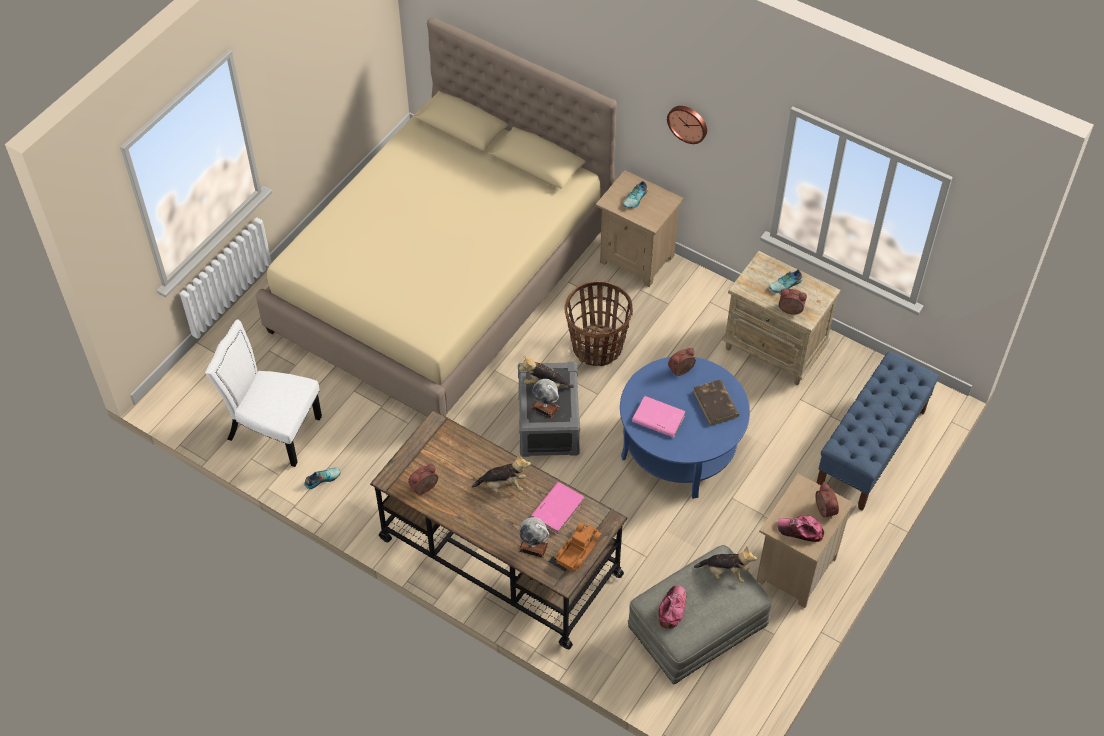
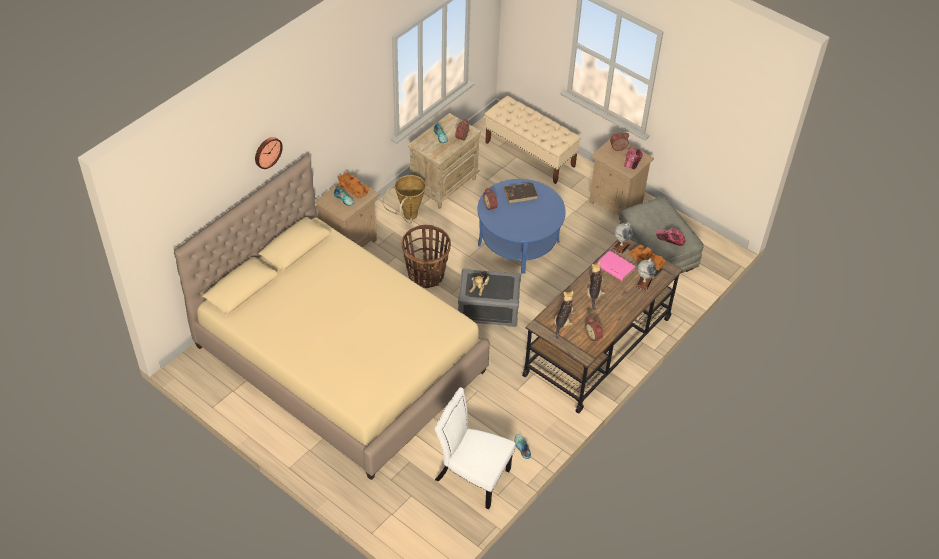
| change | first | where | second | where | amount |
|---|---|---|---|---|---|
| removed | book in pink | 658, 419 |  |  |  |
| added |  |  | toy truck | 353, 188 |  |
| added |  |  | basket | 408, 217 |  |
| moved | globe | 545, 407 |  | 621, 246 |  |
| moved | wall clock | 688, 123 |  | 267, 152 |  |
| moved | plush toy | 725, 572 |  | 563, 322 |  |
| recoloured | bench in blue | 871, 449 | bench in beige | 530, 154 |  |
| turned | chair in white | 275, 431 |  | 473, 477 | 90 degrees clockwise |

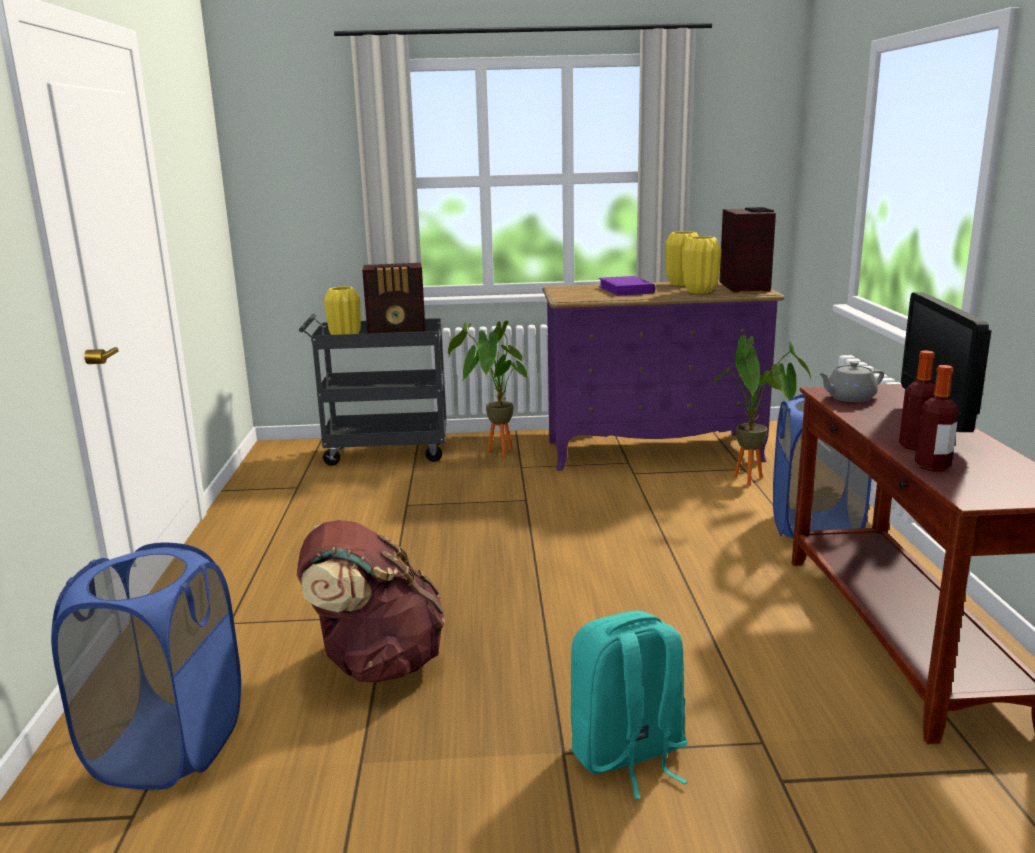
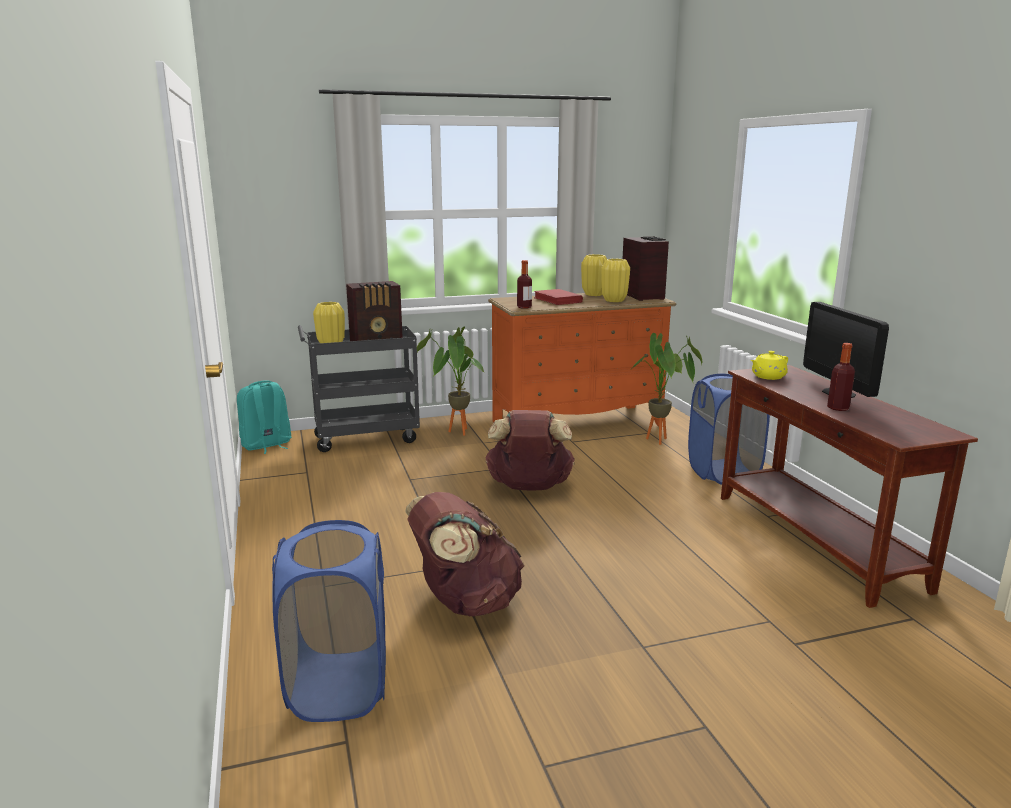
| change | first | where | second | where | amount |
|---|---|---|---|---|---|
| added |  |  | backpack in brown | 529, 487 |  |
| moved | backpack in turquoise | 628, 755 |  | 266, 445 |  |
| moved | bottle | 932, 466 |  | 524, 307 |  |
| recoloured | dresser in purple | 654, 452 | dresser in orange | 577, 424 |  |
| recoloured | book in purple | 626, 290 | book in red | 557, 300 |  |
| recoloured | teapot in grey | 849, 398 | teapot in yellow | 767, 377 |  |

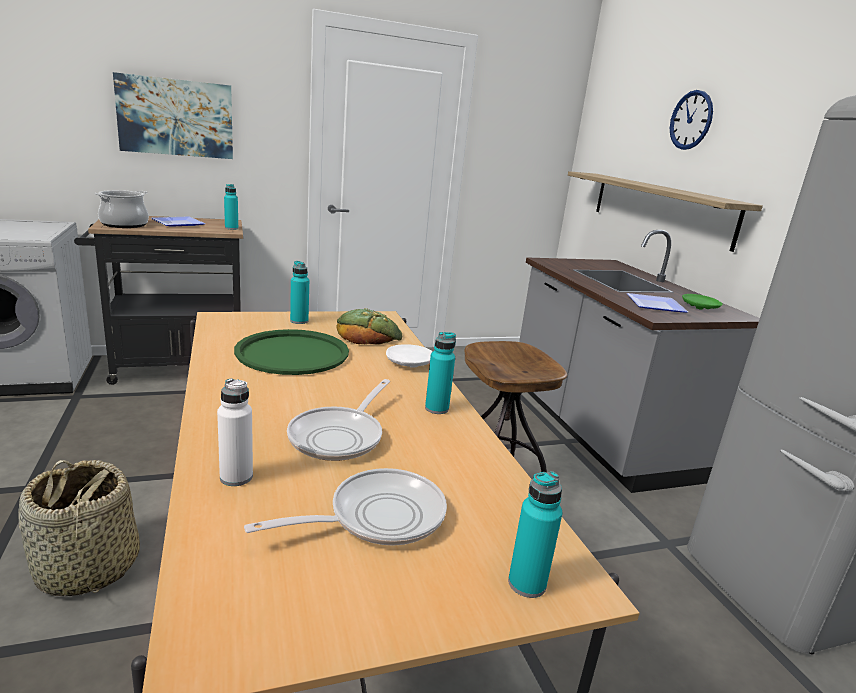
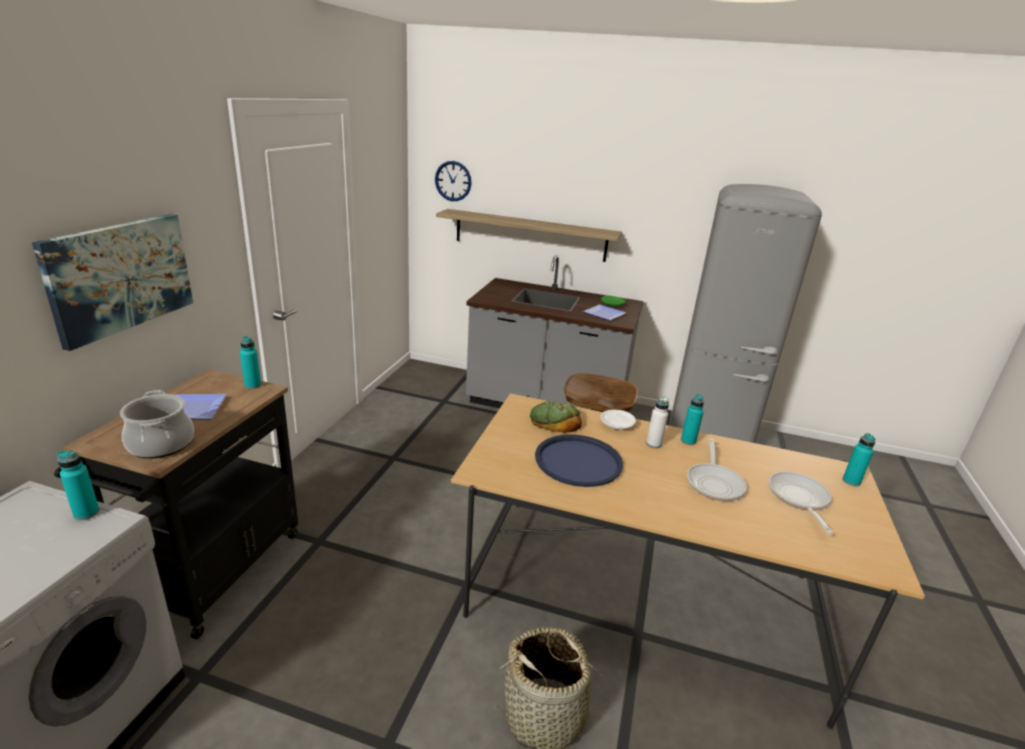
| change | first | where | second | where | amount |
|---|---|---|---|---|---|
| moved | bottle in white | 236, 477 |  | 653, 444 |  |
| moved | bottle in turquoise | 299, 321 |  | 86, 513 |  |
| moved | wall clock | 691, 120 |  | 453, 181 |  |
| recoloured | tray in green | 292, 353 | tray in blue | 578, 461 |  |
| turned | frying pan | 340, 436 |  | 714, 483 | 45 degrees clockwise |

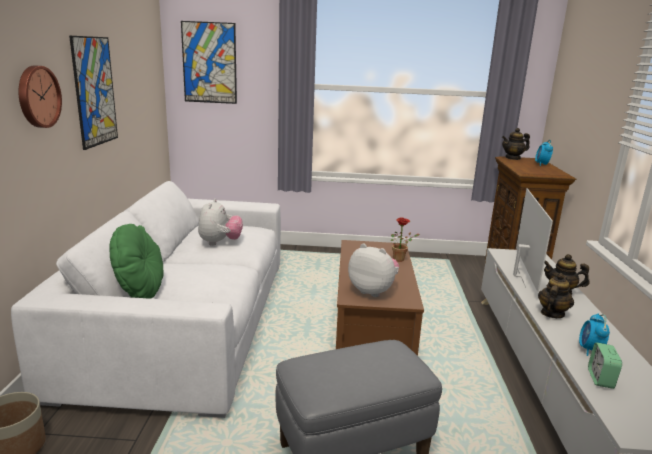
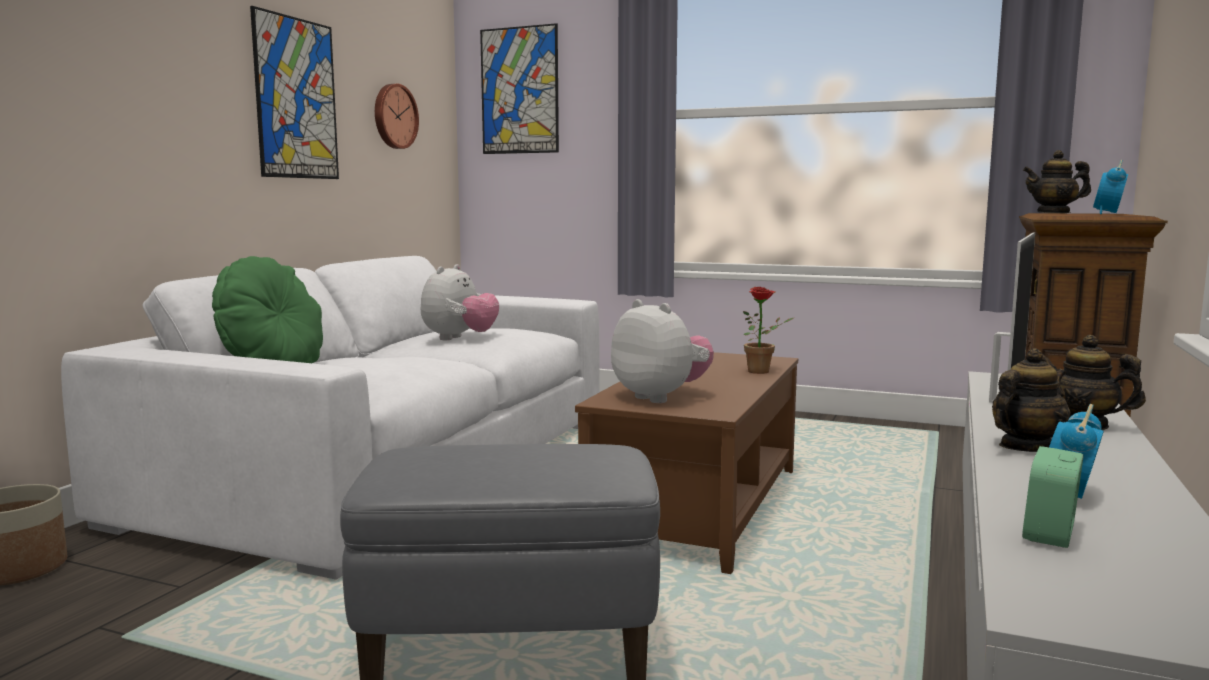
| change | first | where | second | where | amount |
|---|---|---|---|---|---|
| moved | wall clock | 37, 96 |  | 394, 116 |  |

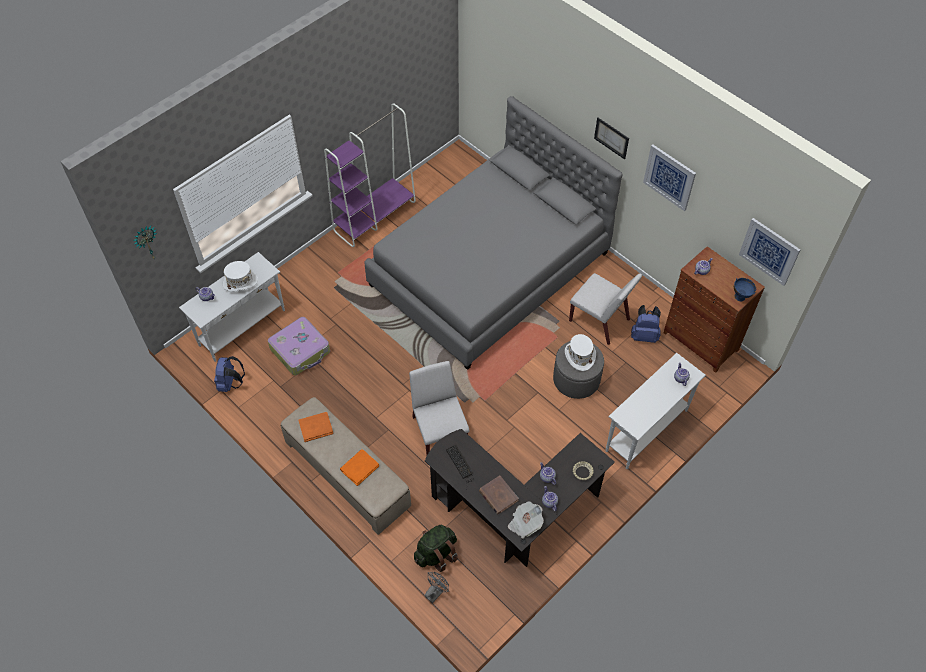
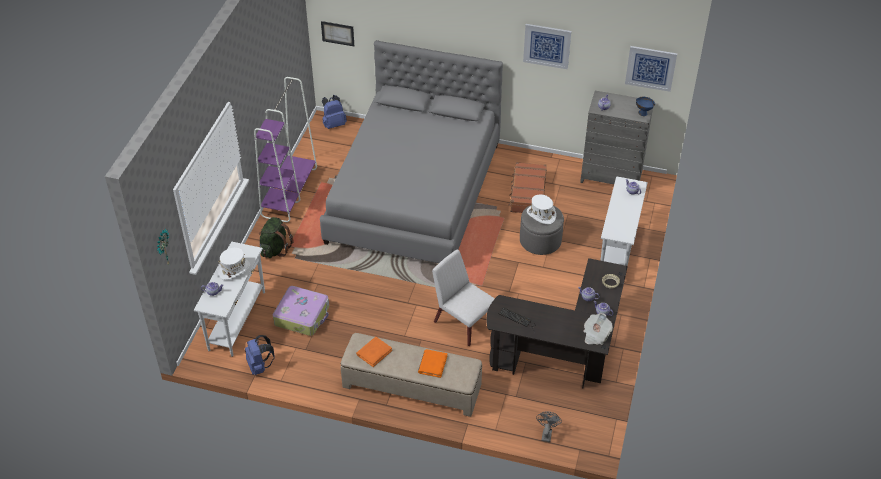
| change | first | where | second | where | amount |
|---|---|---|---|---|---|
| removed | book in brown | 498, 496 |  |  |  |
| moved | backpack in green | 436, 554 |  | 275, 249 |  |
| moved | picture | 611, 138 |  | 337, 33 |  |
| moved | backpack in blue | 644, 335 |  | 334, 124 |  |
| replaced | chair in white | 600, 320 | suitcase in brown | 527, 193 |  |
| recoloured | dresser in brown | 700, 343 | dresser in grey | 611, 178 |  |

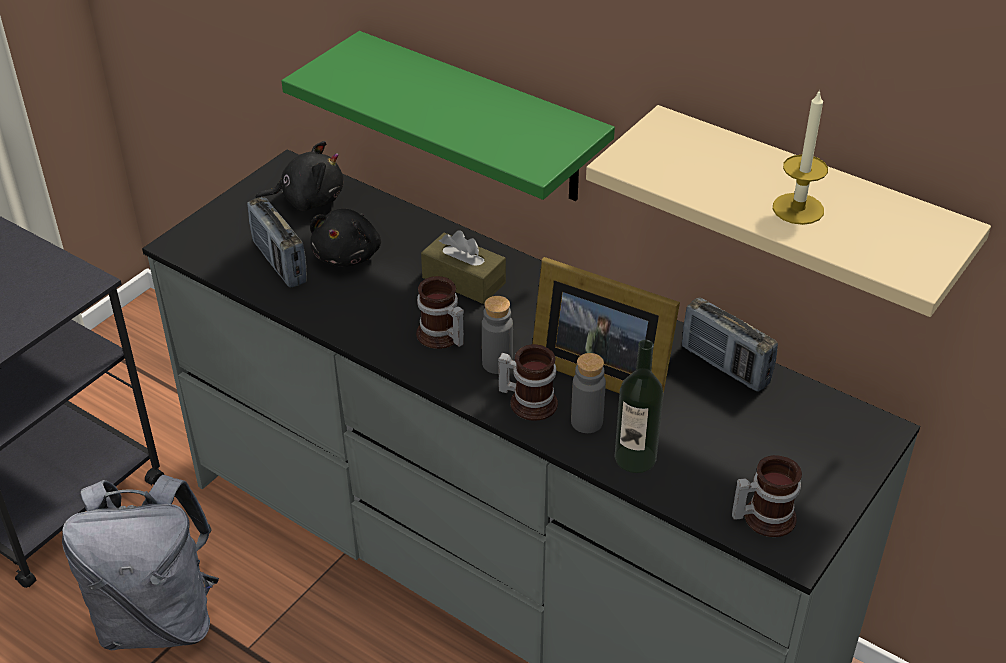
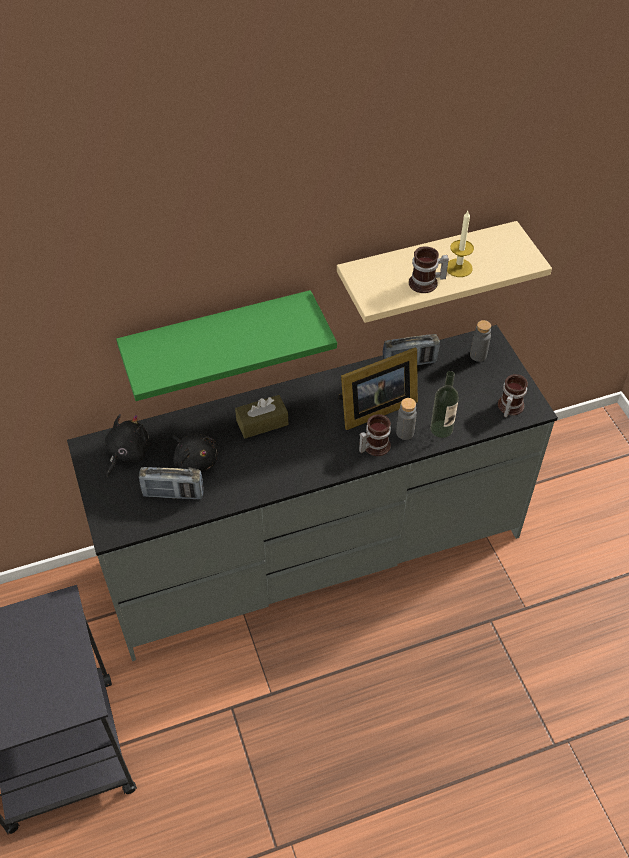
| change | first | where | second | where | amount |
|---|---|---|---|---|---|
| removed | backpack in grey | 159, 619 |  |  |  |
| moved | mug | 440, 337 |  | 426, 284 |  |
| moved | bottle in grey | 497, 363 |  | 478, 355 |  |

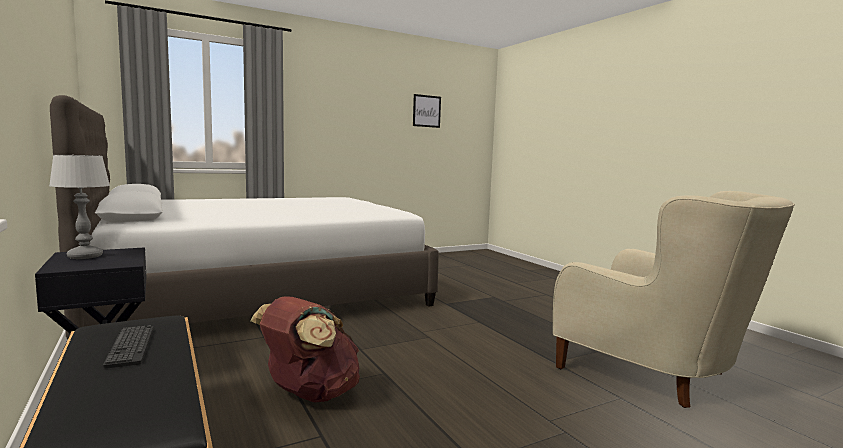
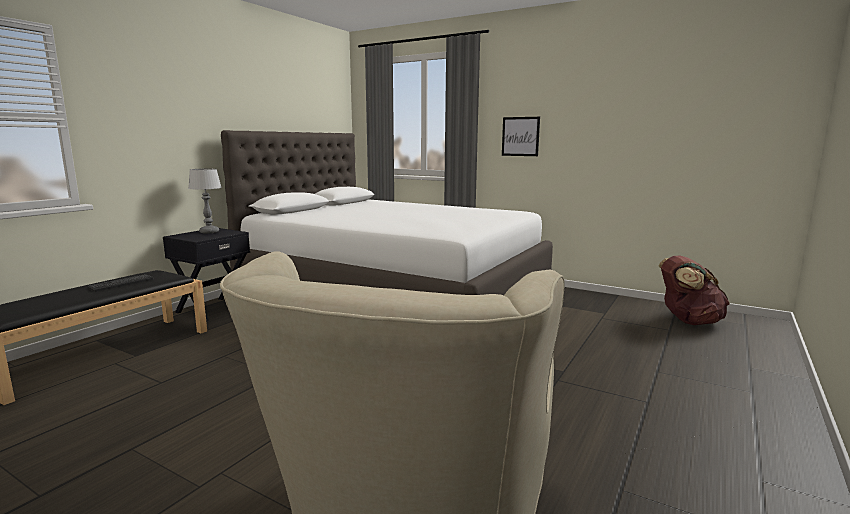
| change | first | where | second | where | amount |
|---|---|---|---|---|---|
| moved | backpack in brown | 310, 394 |  | 688, 321 |  |
| moved | picture | 426, 111 |  | 520, 136 |  |

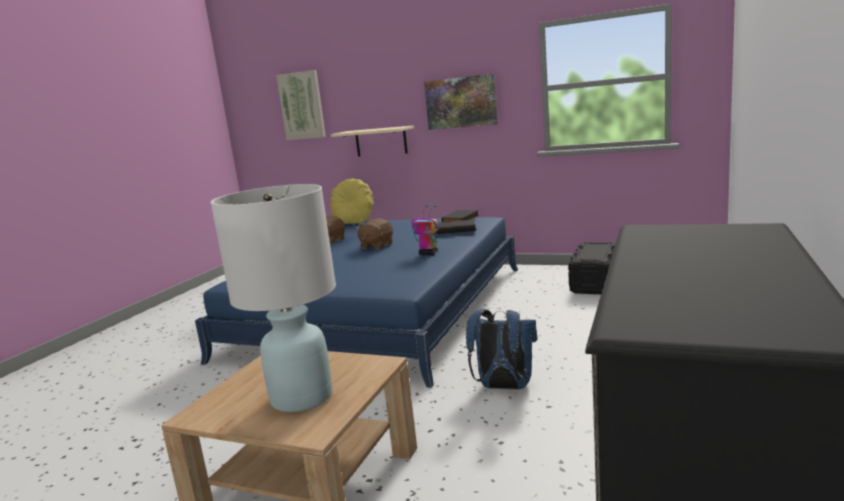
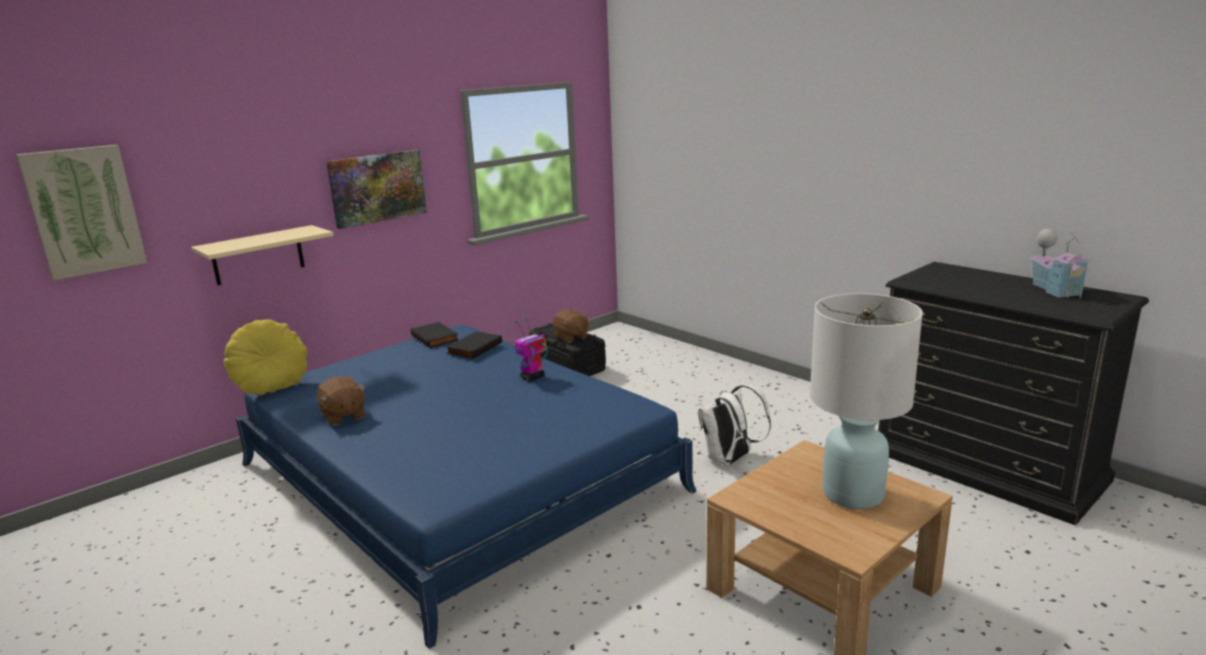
| change | first | where | second | where | amount |
|---|---|---|---|---|---|
| added |  |  | toy house | 1055, 290 |  |
| moved | plush toy in brown | 376, 246 |  | 571, 337 |  |
| recoloured | backpack in blue | 503, 387 | backpack in white | 730, 460 |  |

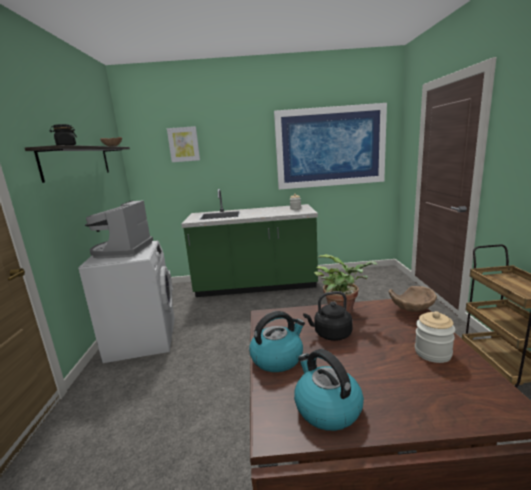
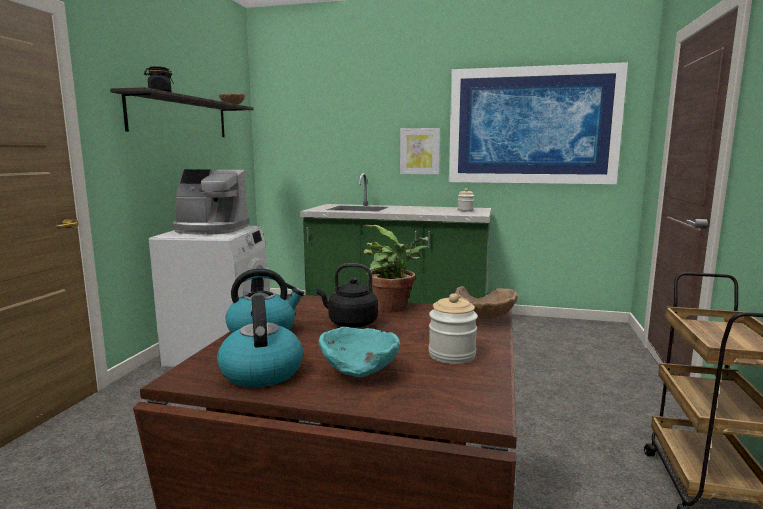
| change | first | where | second | where | amount |
|---|---|---|---|---|---|
| added |  |  | bowl in turquoise | 361, 373 |  |
| moved | picture | 183, 144 |  | 419, 151 |  |
| turned | coffee machine | 122, 250 |  | 210, 229 | 105 degrees counterclockwise |

